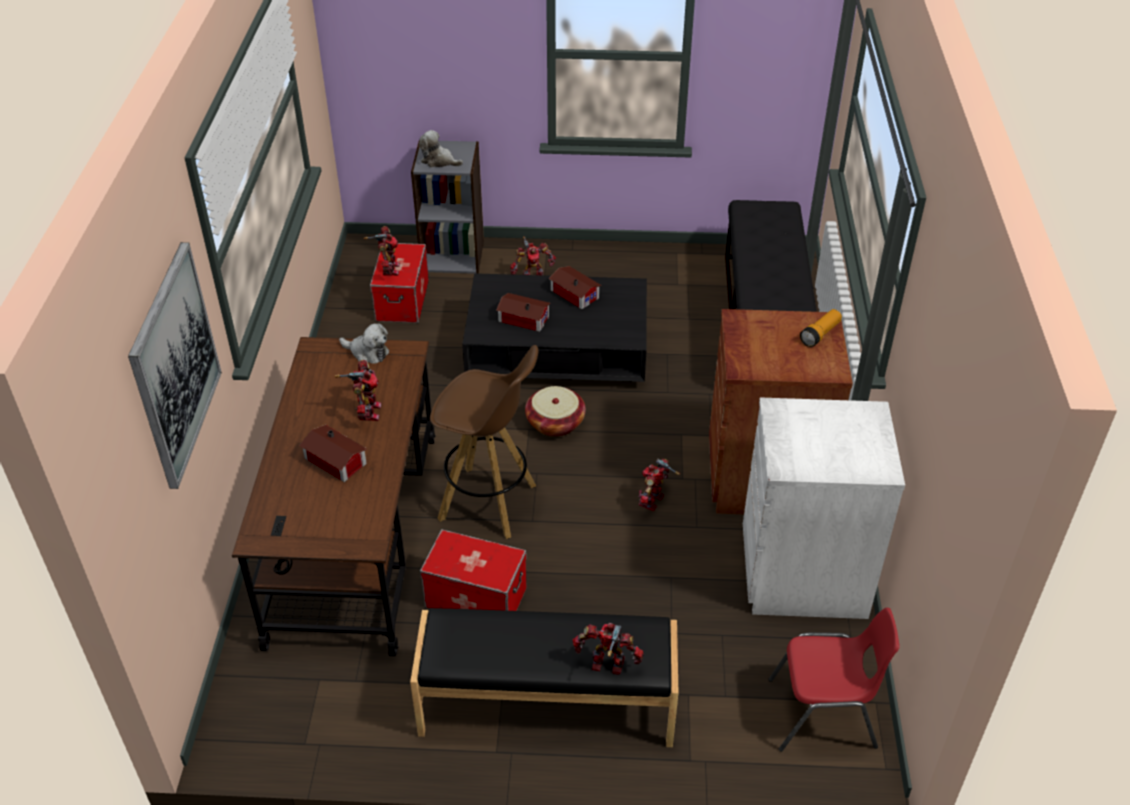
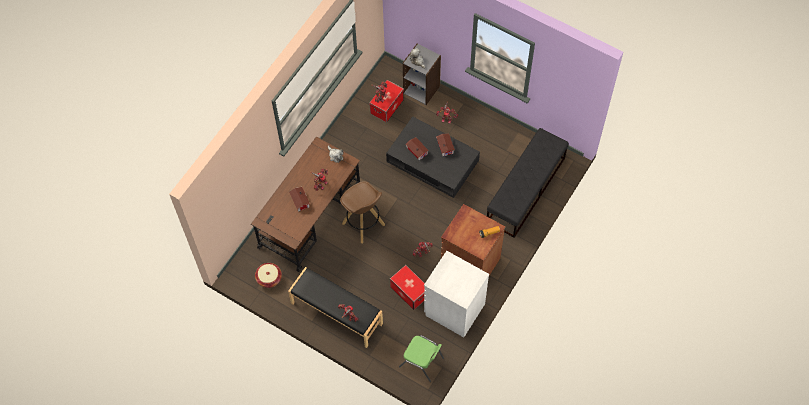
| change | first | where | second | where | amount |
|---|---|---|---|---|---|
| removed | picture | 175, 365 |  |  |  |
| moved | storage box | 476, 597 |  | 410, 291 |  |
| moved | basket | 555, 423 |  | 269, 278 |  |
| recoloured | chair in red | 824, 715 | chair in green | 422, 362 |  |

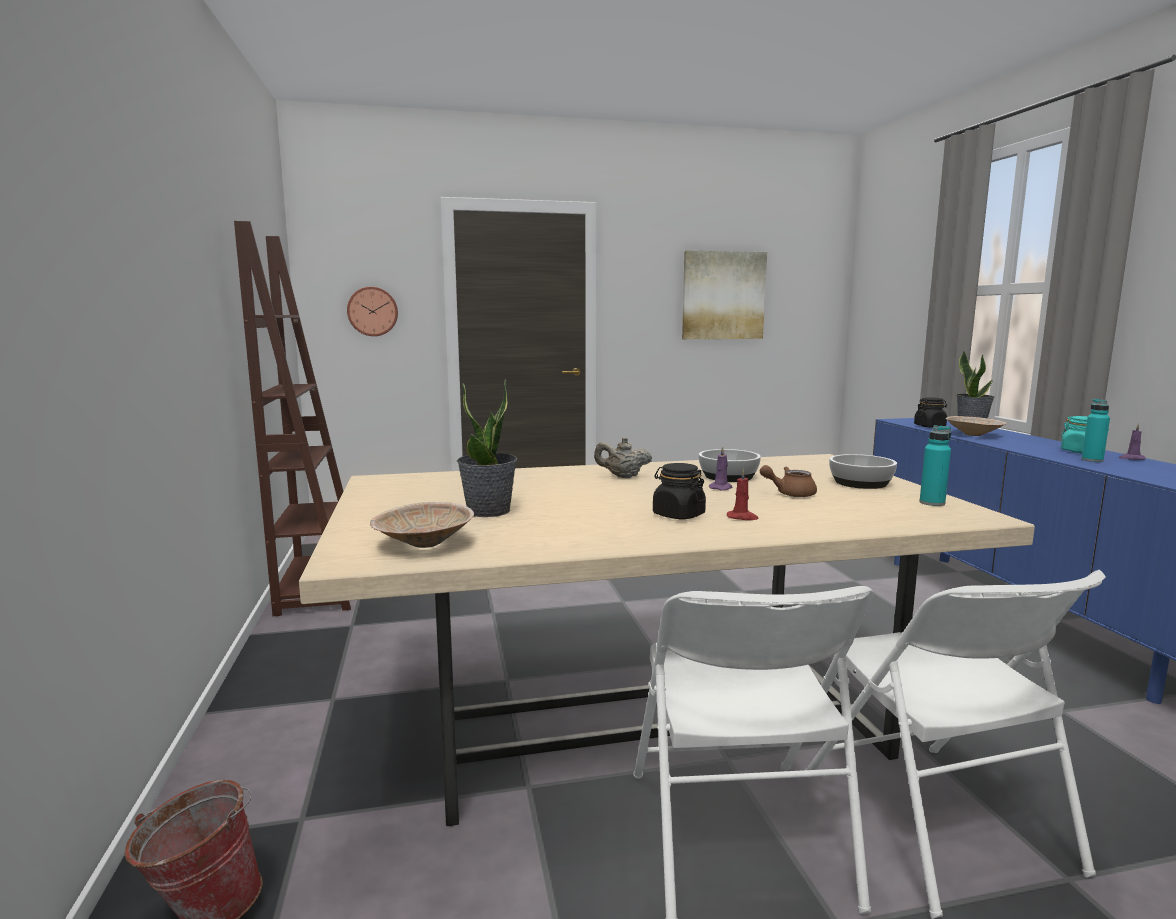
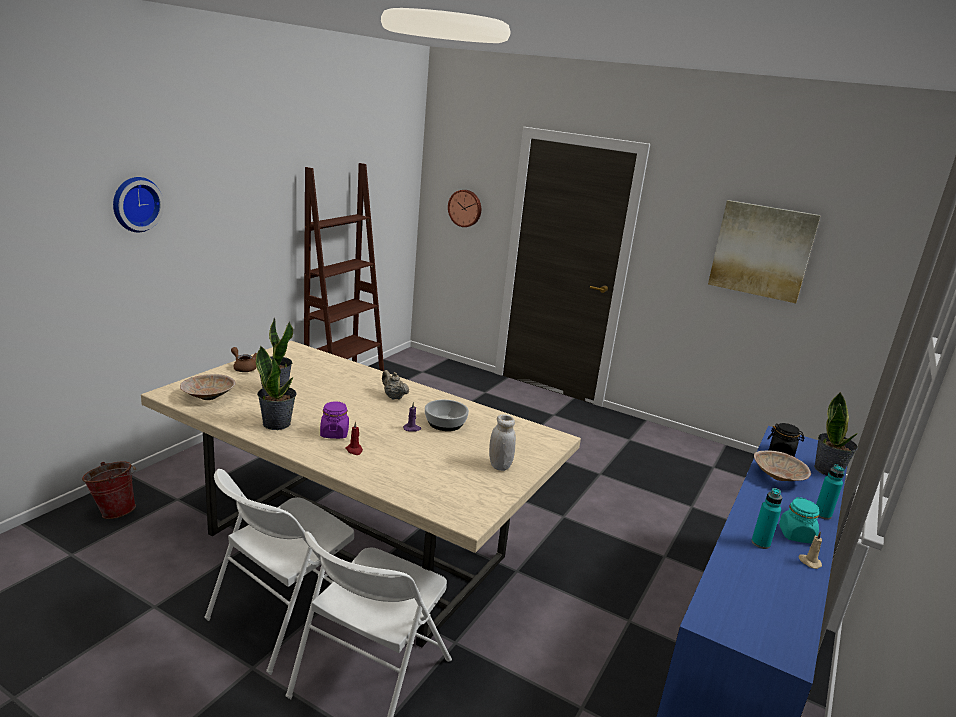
| change | first | where | second | where | amount |
|---|---|---|---|---|---|
| added |  |  | wall clock | 135, 204 |  |
| added |  |  | potted plant | 277, 423 |  |
| moved | teapot in brown | 790, 494 |  | 243, 368 |  |
| moved | bottle in turquoise | 932, 503 |  | 822, 514 |  |
| replaced | bowl | 861, 483 | jar in white | 499, 465 |  |
| recoloured | jar in black | 678, 515 | jar in purple | 334, 433 |  |
| recoloured | candle in purple | 1131, 458 | candle in beige | 809, 562 |  |

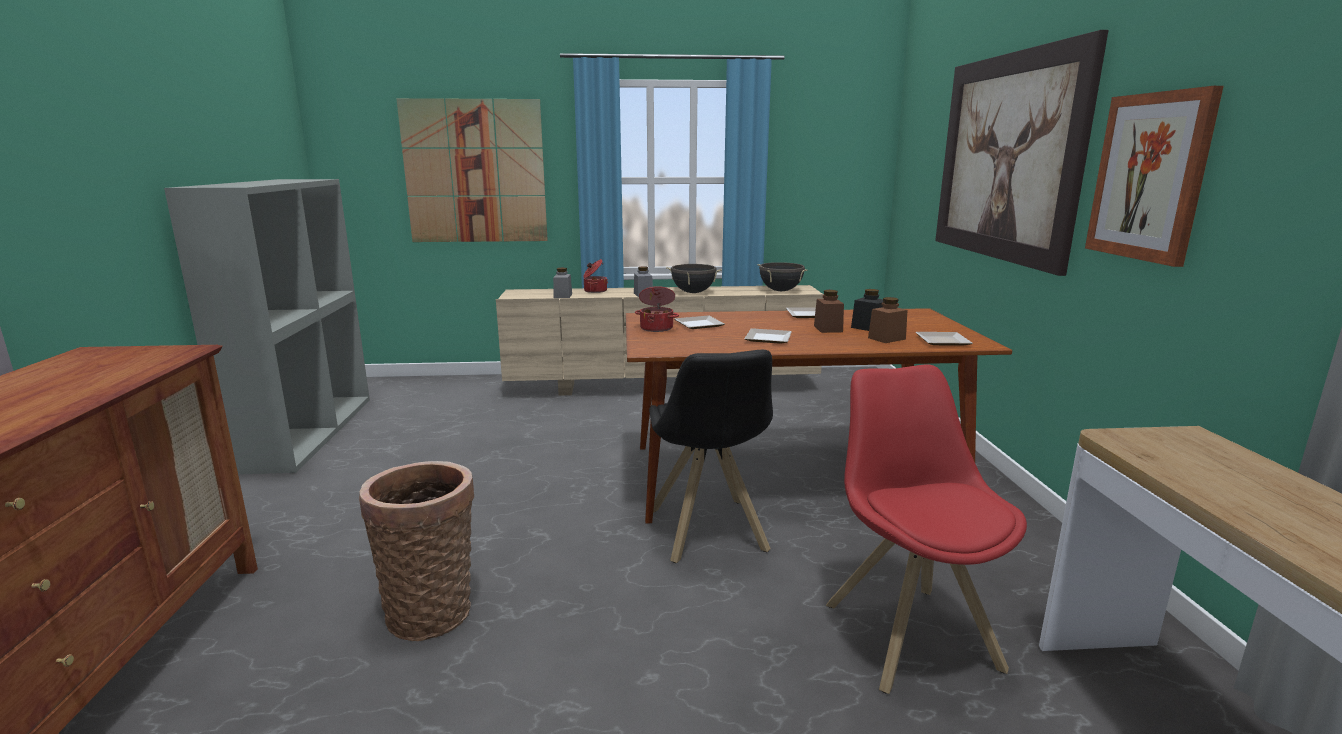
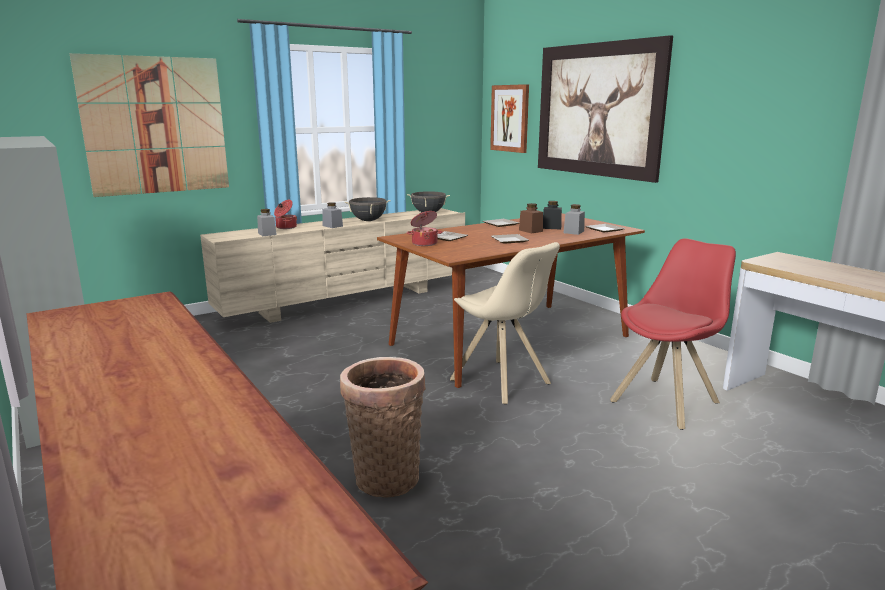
| change | first | where | second | where | amount |
|---|---|---|---|---|---|
| moved | picture | 1150, 177 |  | 510, 118 |  |
| recoloured | chair in black | 708, 530 | chair in beige | 501, 381 |  |
| recoloured | jar in brown | 886, 338 | jar in grey | 573, 232 |  |
| turned | chair in red | 908, 635 |  | 666, 402 | 90 degrees clockwise |

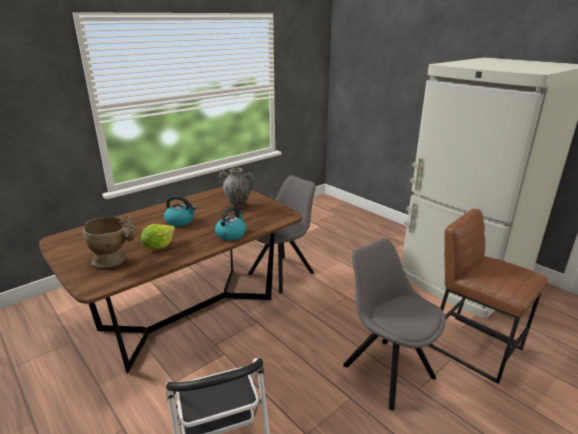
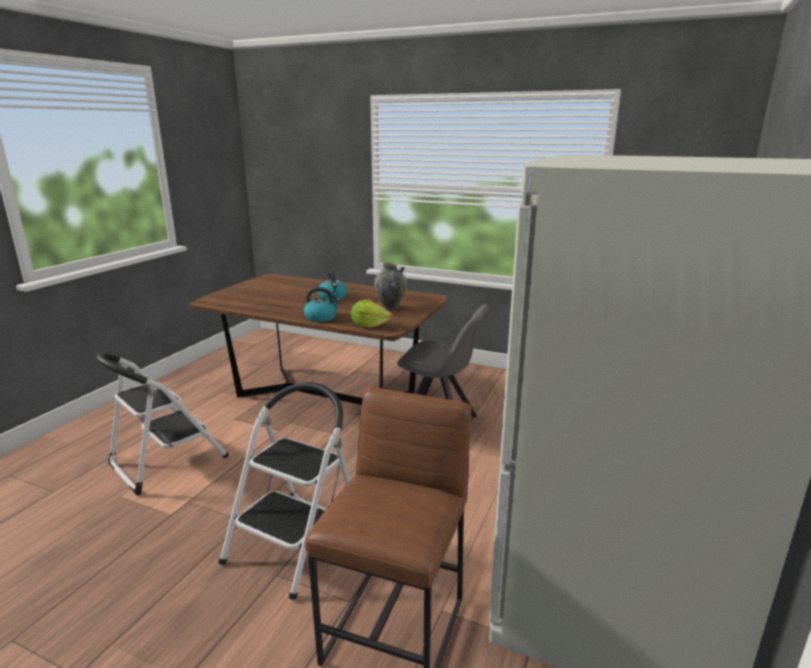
| change | first | where | second | where | amount |
|---|---|---|---|---|---|
| removed | vase in beige | 115, 261 |  |  |  |
| moved | lettuce | 158, 246 |  | 369, 325 |  |
| replaced | chair in grey | 387, 371 | step ladder | 298, 541 |  |

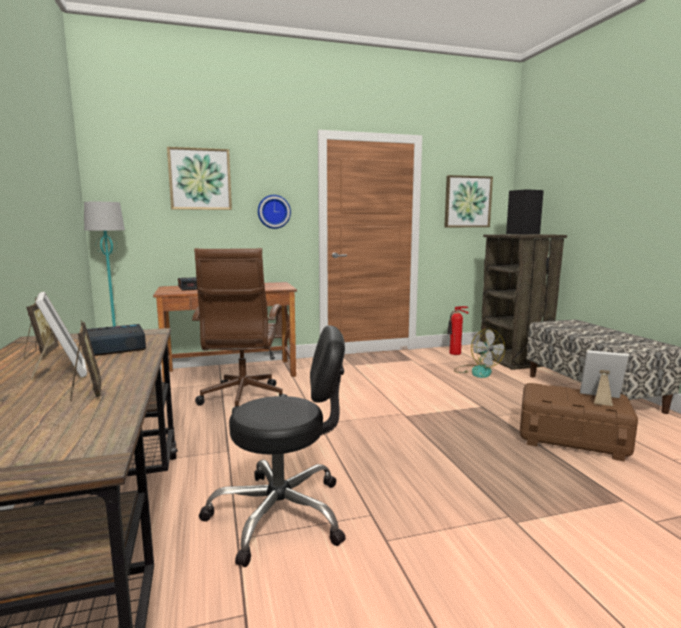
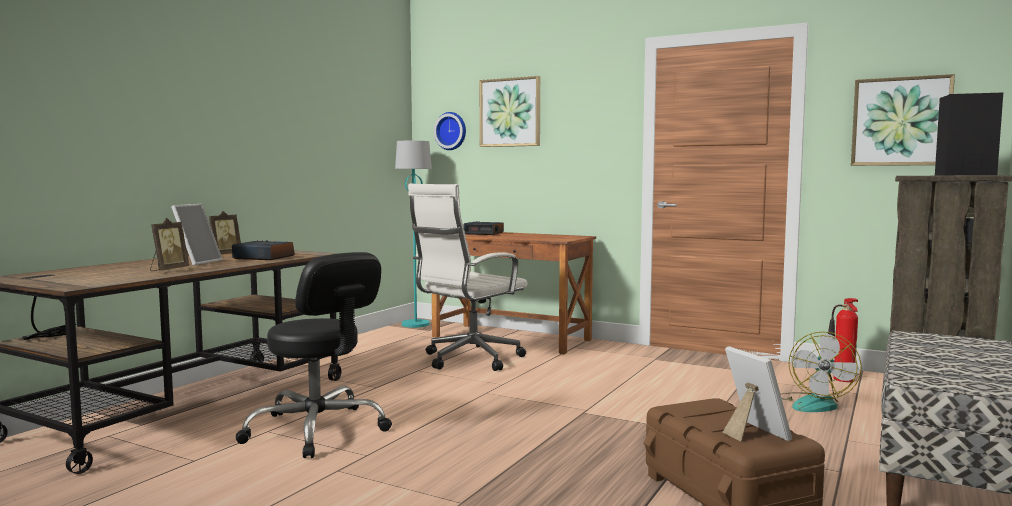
| change | first | where | second | where | amount |
|---|---|---|---|---|---|
| moved | wall clock | 273, 211 |  | 451, 131 |  |
| recoloured | office chair in brown | 242, 400 | office chair in white | 469, 360 |  |

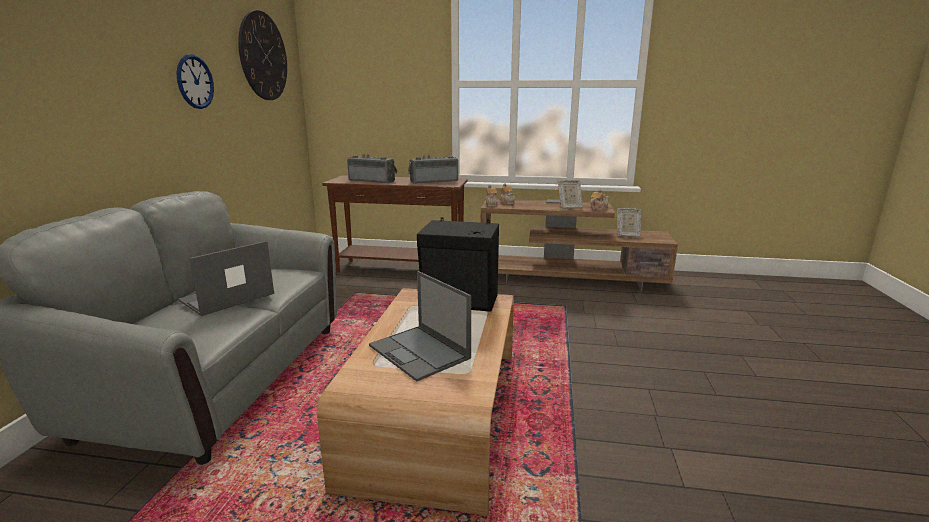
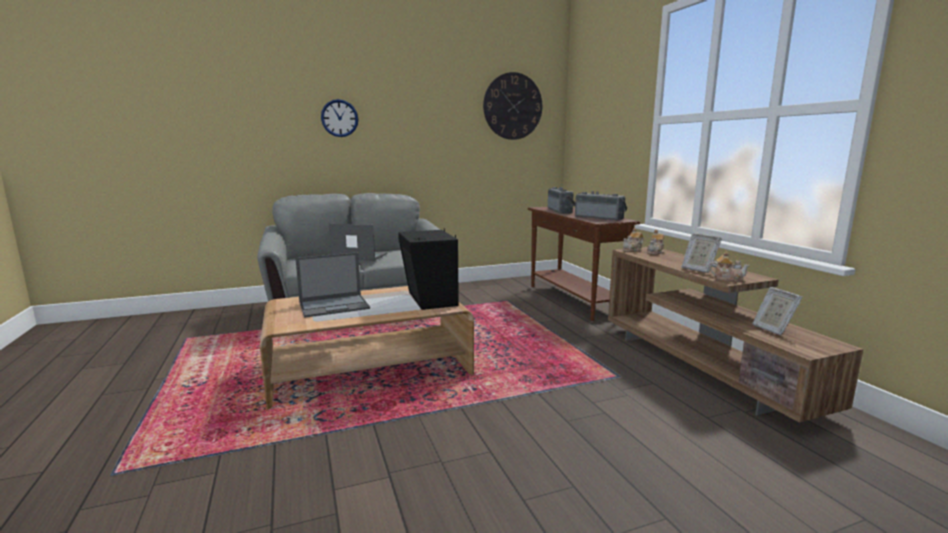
| change | first | where | second | where | amount |
|---|---|---|---|---|---|
| moved | wall clock | 195, 82 |  | 339, 118 |  |
| turned | laptop | 420, 352 |  | 335, 306 | 135 degrees counterclockwise |

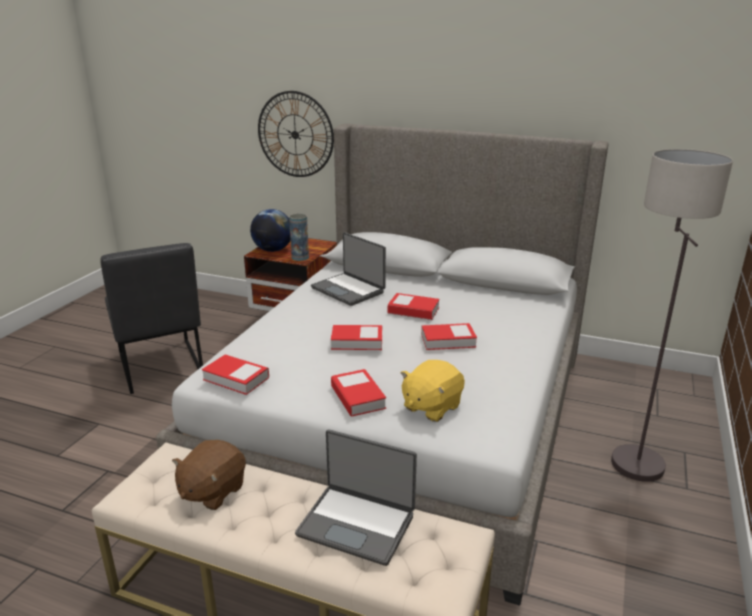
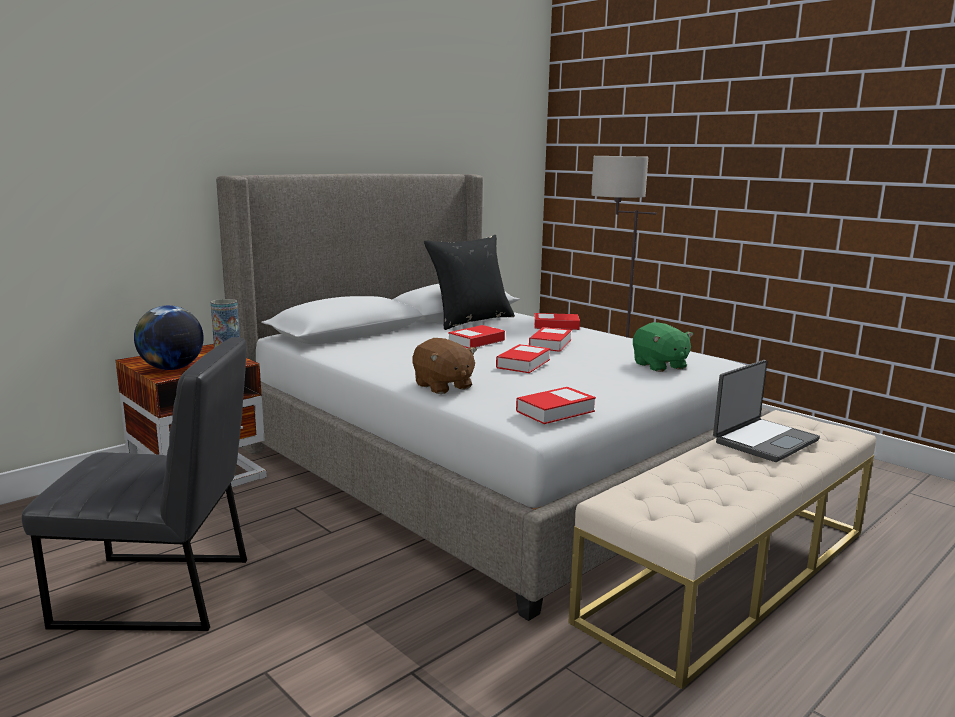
| change | first | where | second | where | amount |
|---|---|---|---|---|---|
| removed | wall clock | 295, 134 |  |  |  |
| removed | laptop | 349, 290 |  |  |  |
| added |  |  | pillow in black | 470, 320 |  |
| moved | plush toy in brown | 212, 491 |  | 443, 386 |  |
| moved | book | 357, 397 |  | 556, 326 |  |
| recoloured | plush toy in yellow | 431, 407 | plush toy in green | 659, 366 |  |

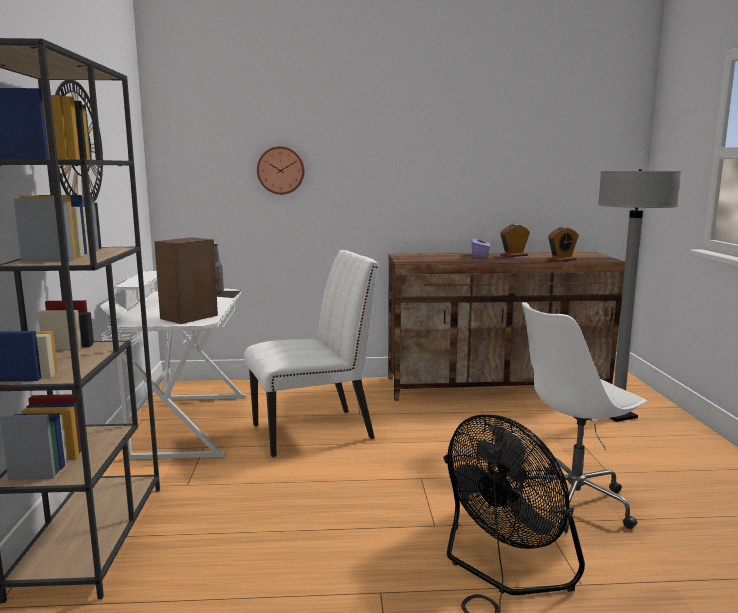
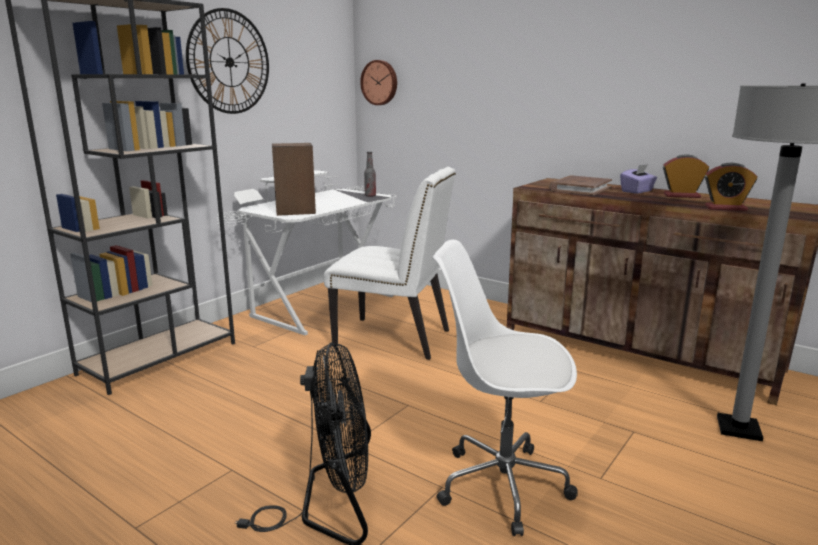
| change | first | where | second | where | amount |
|---|---|---|---|---|---|
| added |  |  | book in brown | 580, 189 |  |
| moved | wall clock | 280, 170 |  | 380, 82 |  |

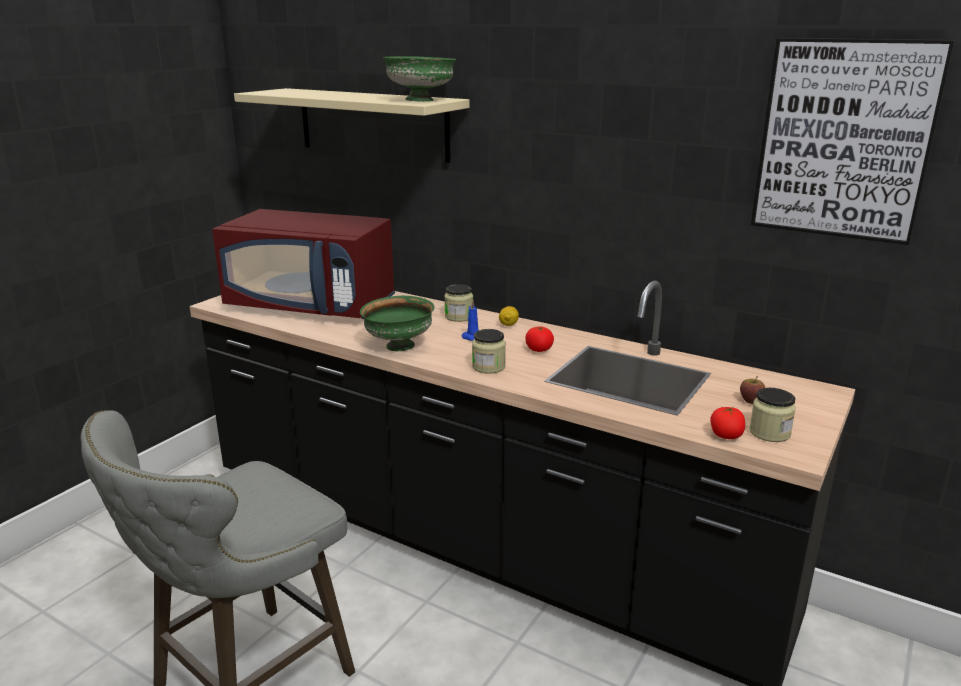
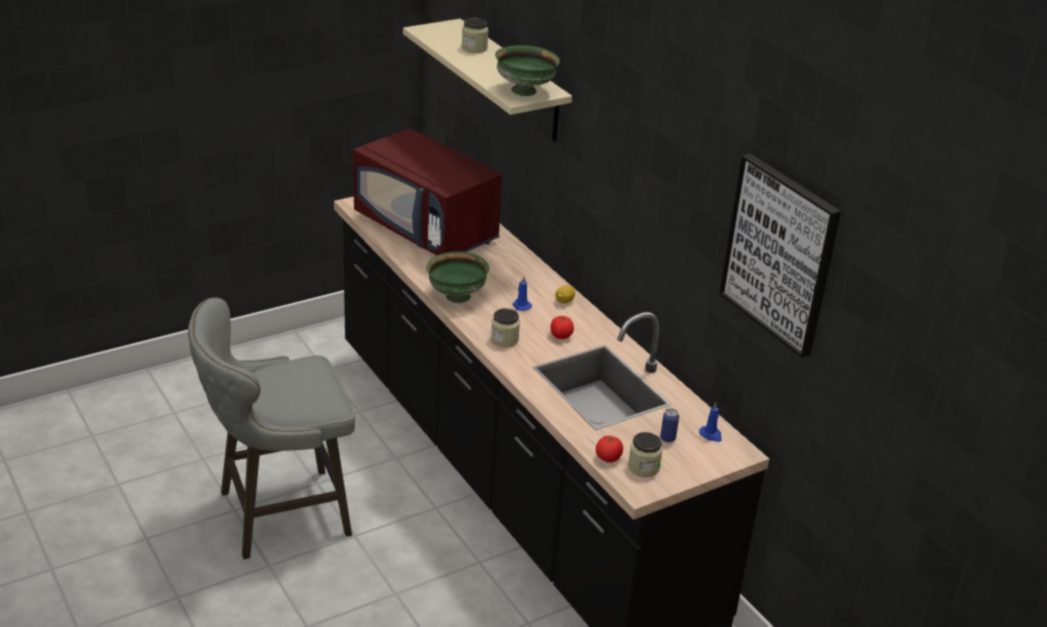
| change | first | where | second | where | amount |
|---|---|---|---|---|---|
| added |  |  | candle in blue | 711, 435 |  |
| moved | jar | 459, 317 |  | 474, 48 |  |
| replaced | apple | 751, 401 | can | 667, 438 |  |

